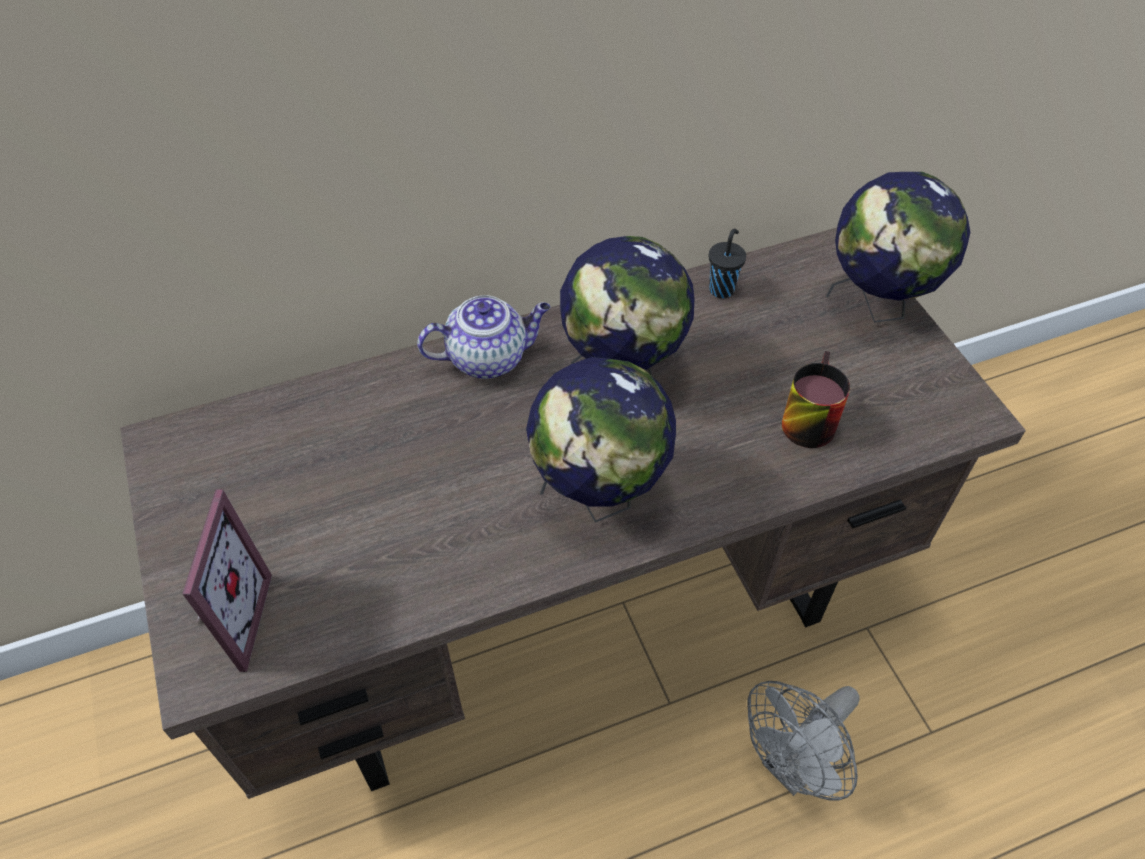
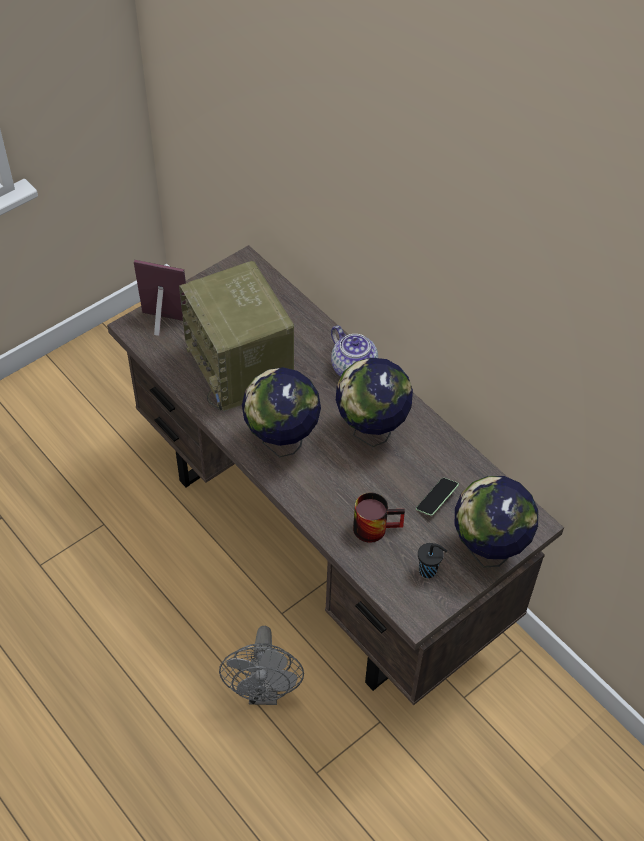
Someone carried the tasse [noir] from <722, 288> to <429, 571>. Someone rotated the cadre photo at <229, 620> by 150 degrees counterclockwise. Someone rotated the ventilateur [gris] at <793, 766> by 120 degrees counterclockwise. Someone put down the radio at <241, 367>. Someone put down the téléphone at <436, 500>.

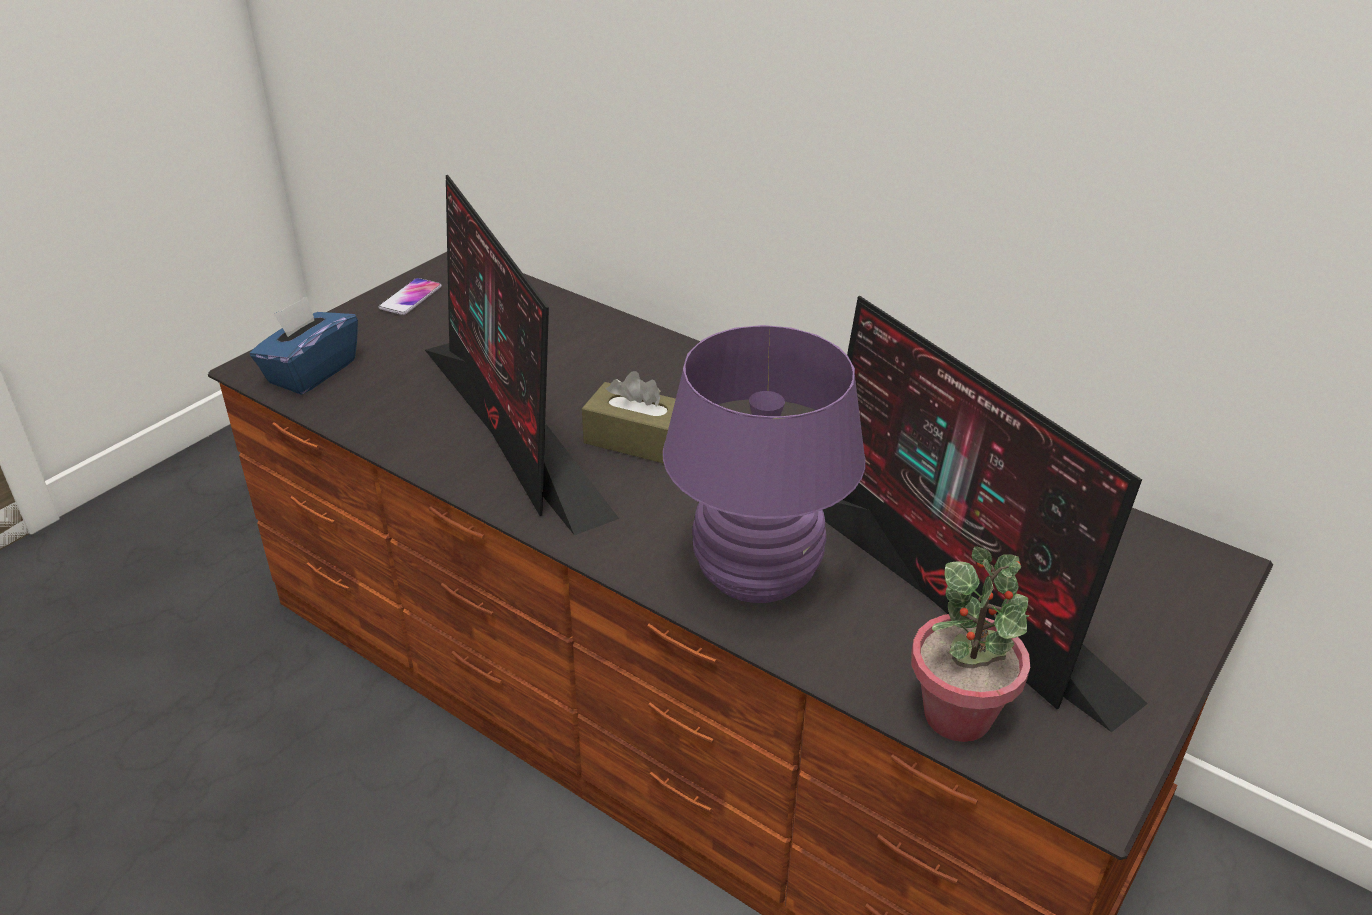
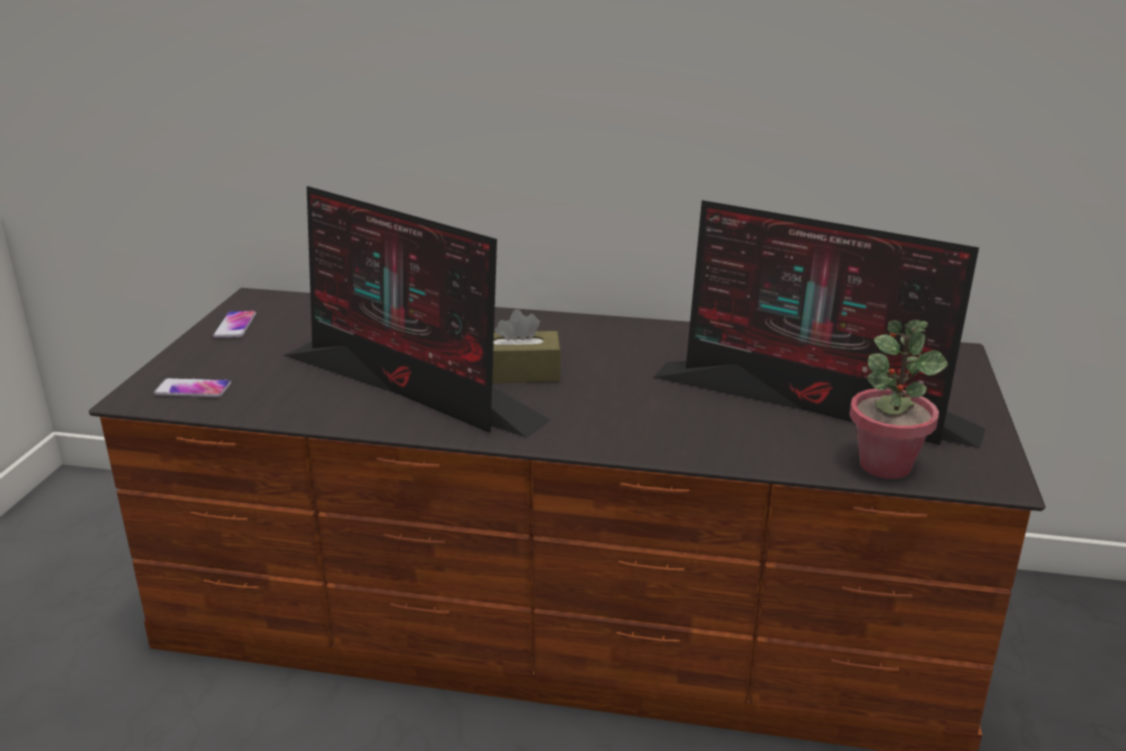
Someone swapped the boîte à mouchoirs [bleu] at <311, 372> for the téléphone at <193, 389>. Someone took away the lampe de table [violet] at <755, 578>.

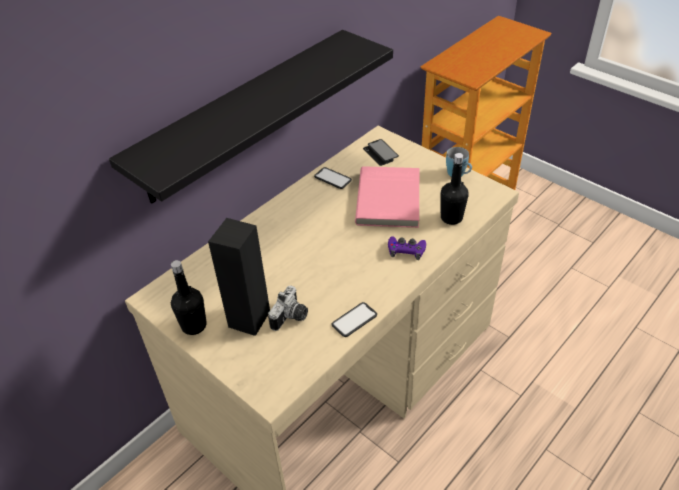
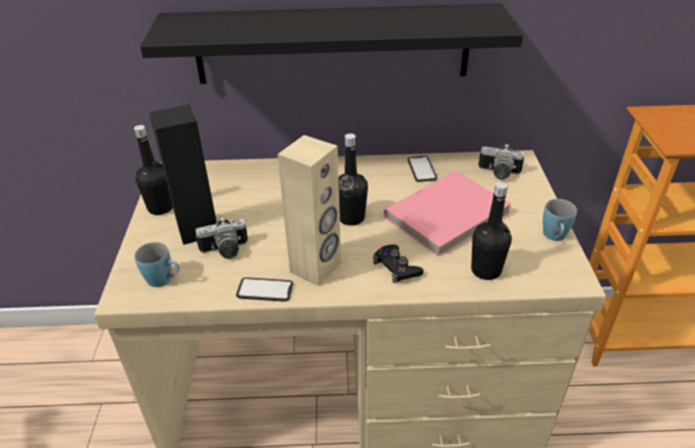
Someone swapped the téléphone at <380, 153> for the appareil photo at <498, 174>. Someone repainted the manette [violet] at <406, 250>, which became the manette [noir] at <396, 268>. Someone put down the bouteille [noir] at <351, 218>. Someone put down the enceinte [beige] at <316, 268>. Someone put down the mug [bleu] at <164, 280>.

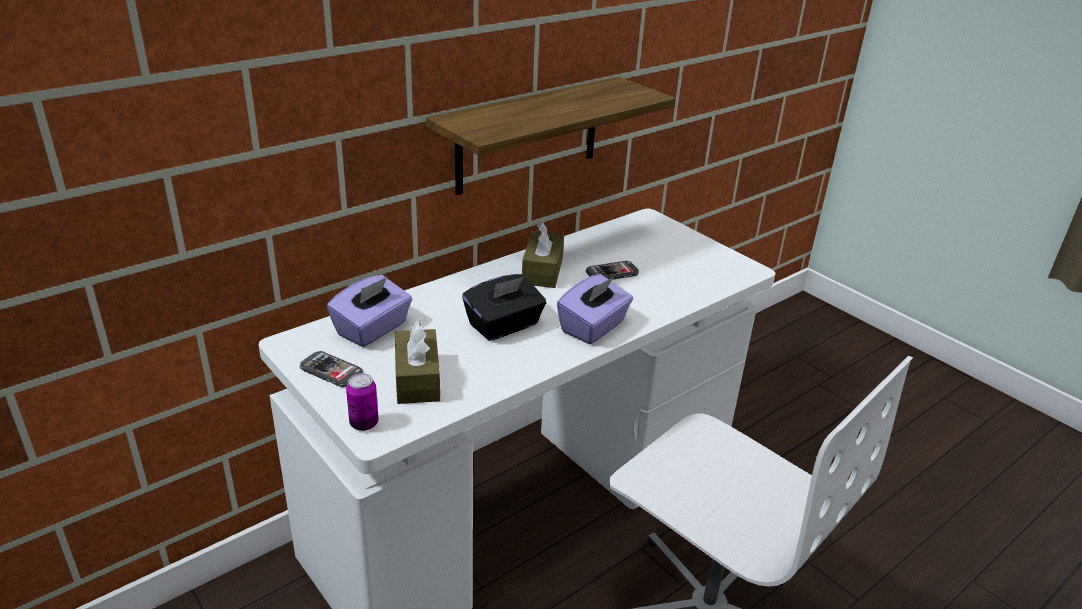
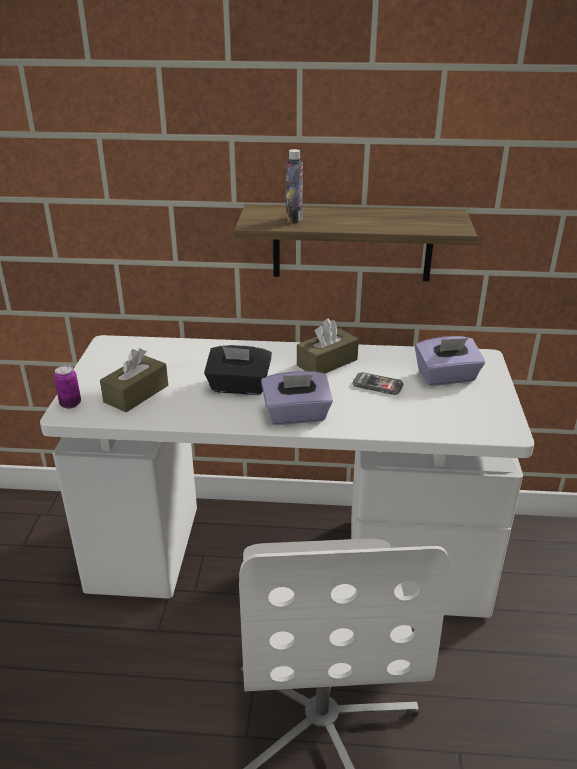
Someone carried the boîte à mouchoirs [violet] from <372, 329> to <446, 377>. Someone took away the téléphone at <331, 371>. Someone put down the bouteille at <294, 219>.

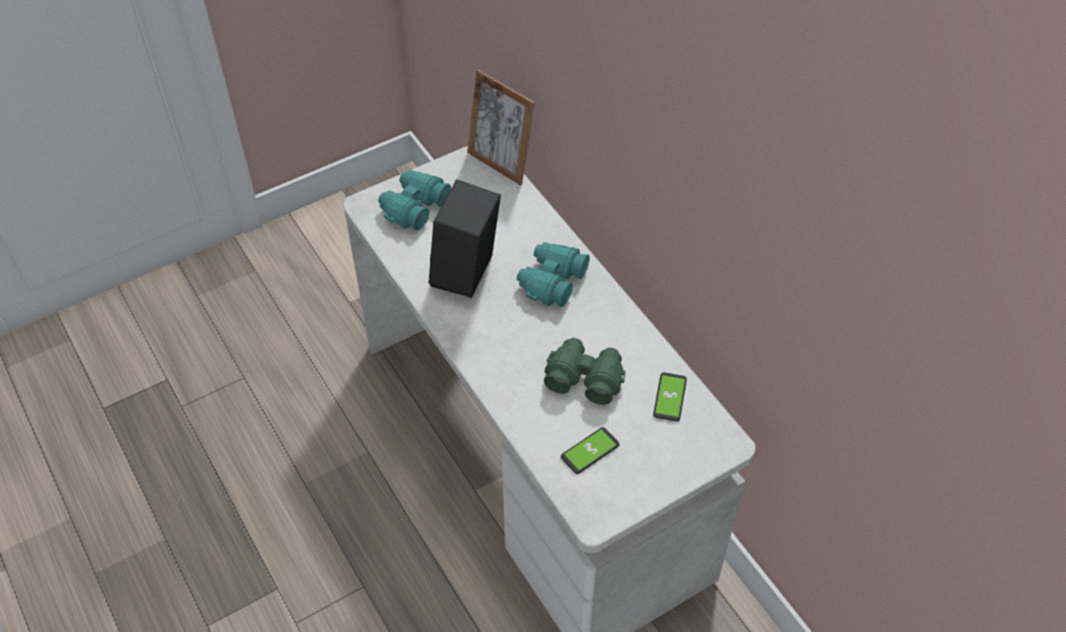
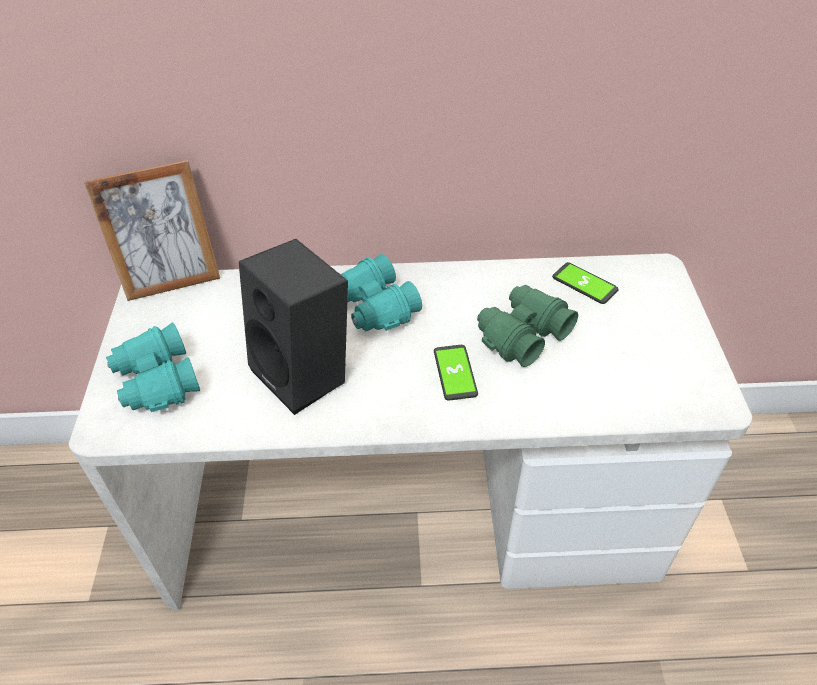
Someone carried the téléphone from <590, 451> to <455, 373>.

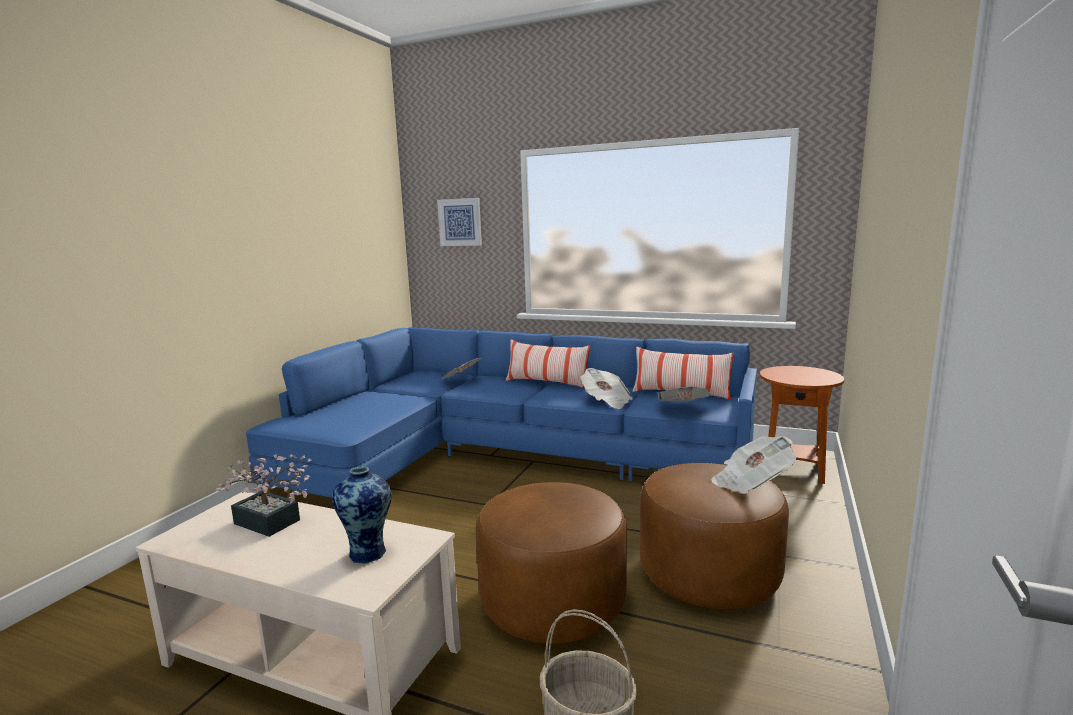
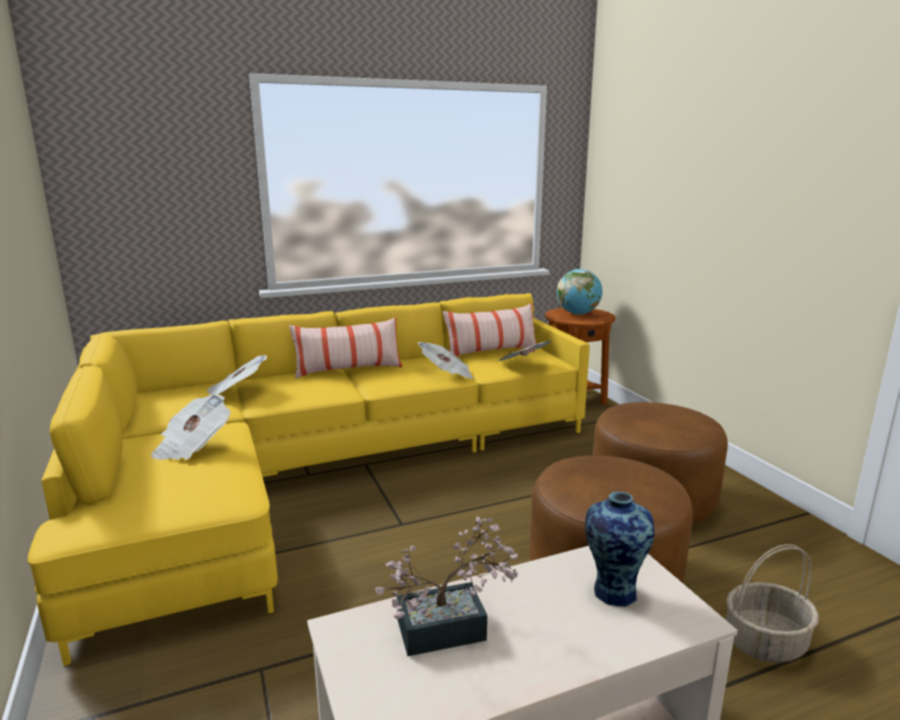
Someone took away the tableau at <460, 222>. Someone repainted the canapé [bleu] at <500, 455>, which became the canapé [jaune] at <320, 471>. Someone carried the journal from <751, 483> to <192, 447>. Someone put down the globe at <578, 314>.

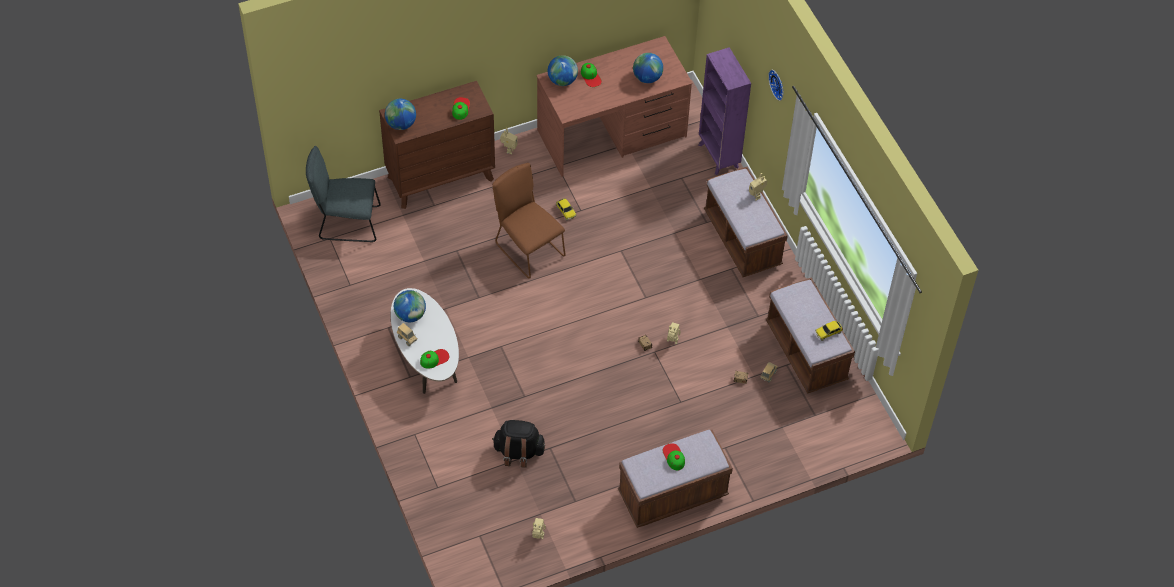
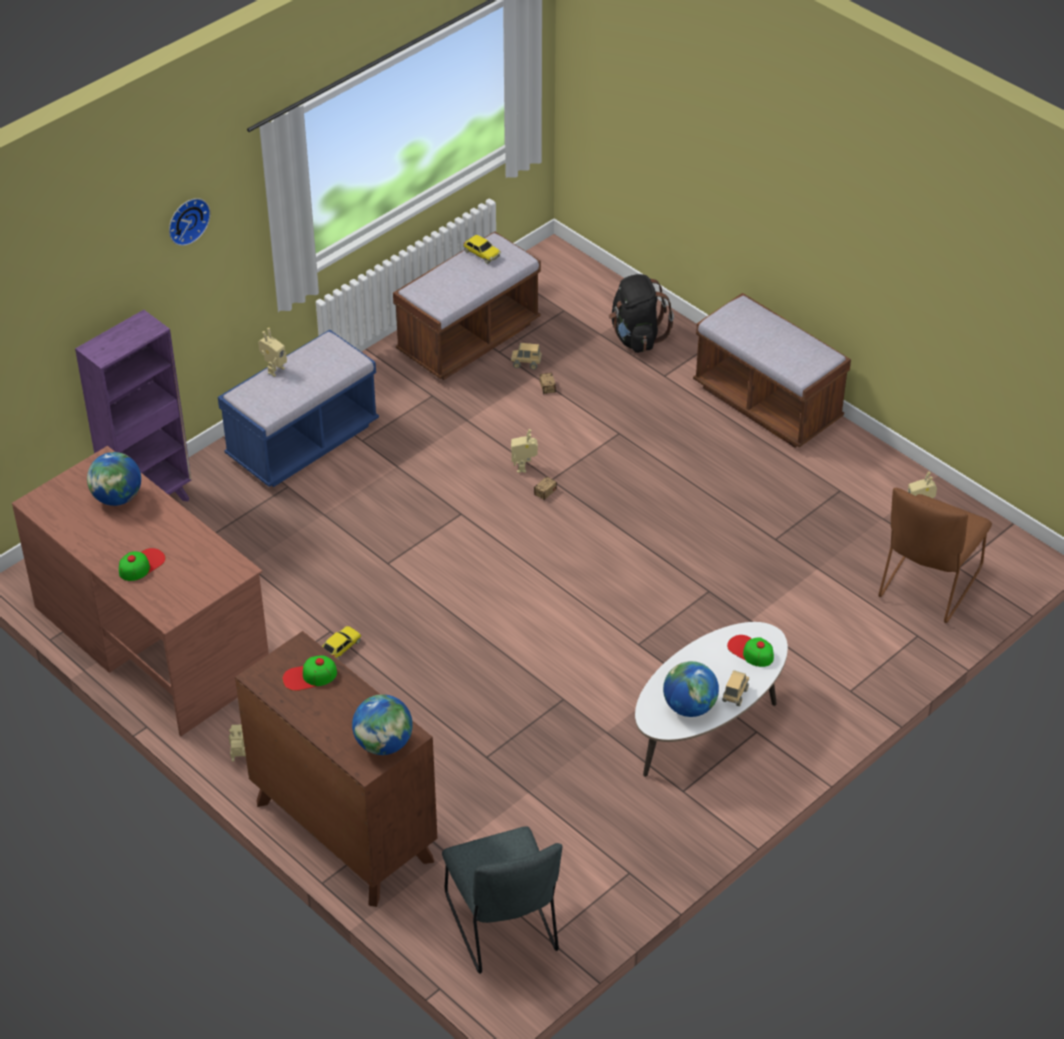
Someone took away the globe at <562, 80>. Someone carried the chaise [marron] from <527, 248> to <927, 586>. Someone repainted the banc [marron] at <742, 239>, which became the banc [bleu] at <303, 442>. Someone carried the sac à dos [noir] from <518, 452> to <636, 337>. Someone took away the casquette at <673, 457>.

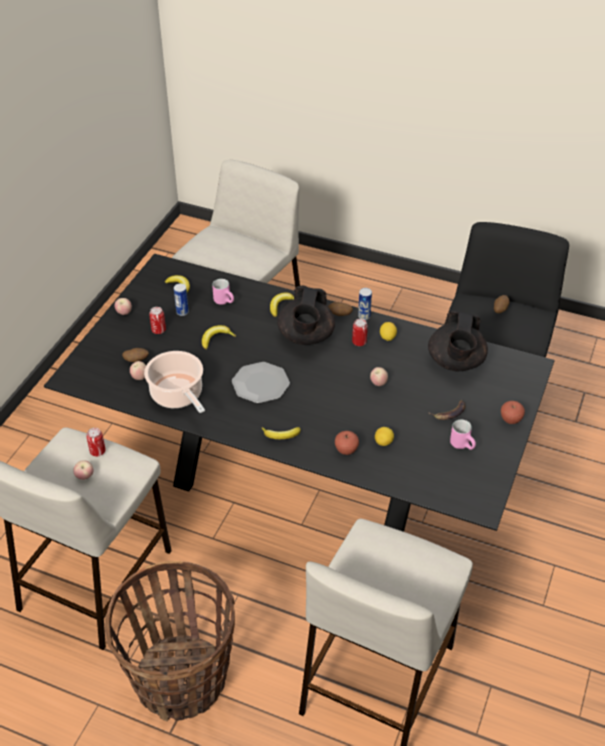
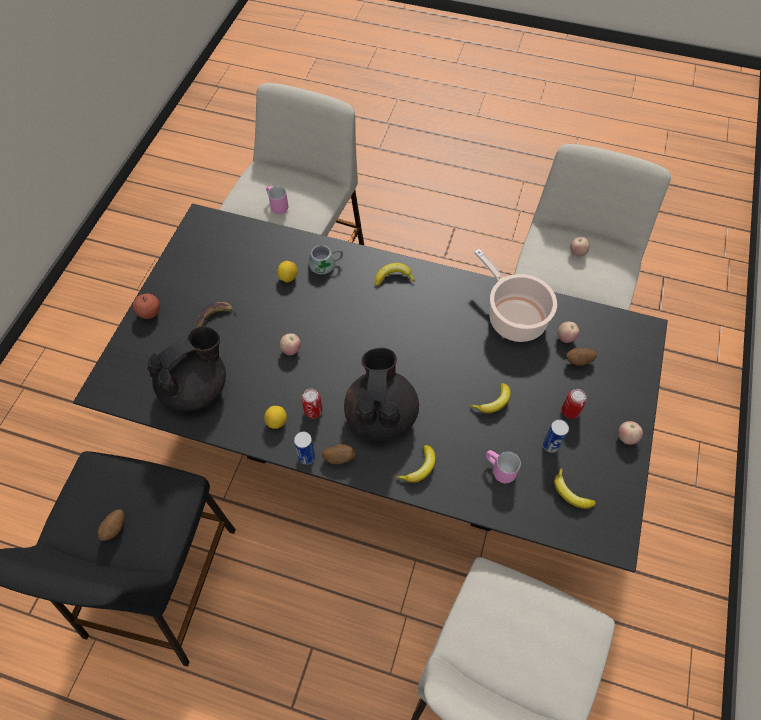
Someone rotated the théière [noir] at <455, 362> by 45 degrees clockwise. Someone took away the assiette at <260, 384>. Someone carried the mug [rose] from <463, 445> to <276, 206>. Someone took away the boîte métallique at <97, 451>. Someone swapped the pomme at <346, 450> for the mug [gris] at <326, 266>. Someone took away the panier at <181, 680>.

